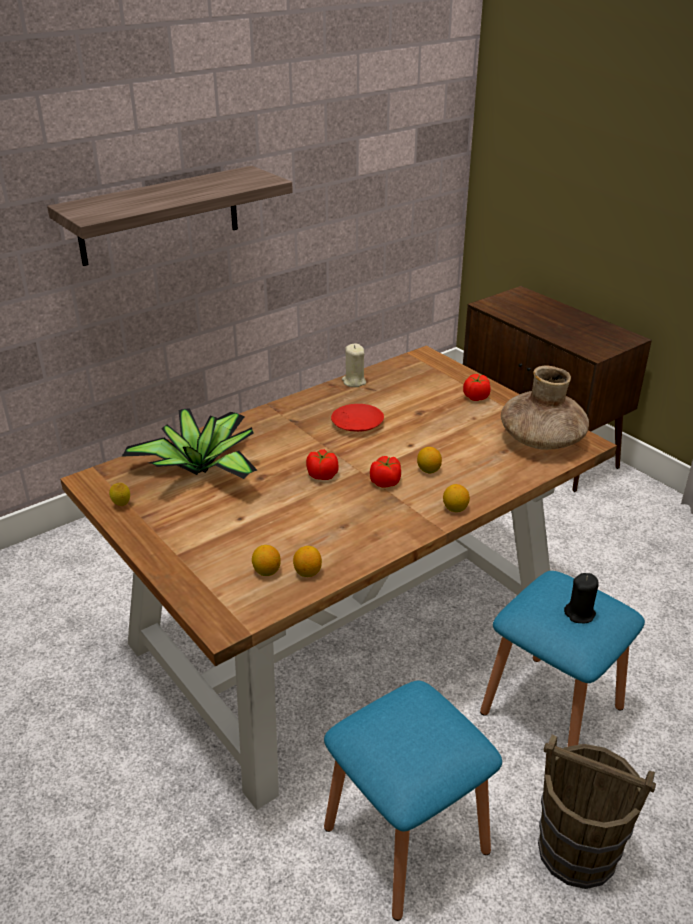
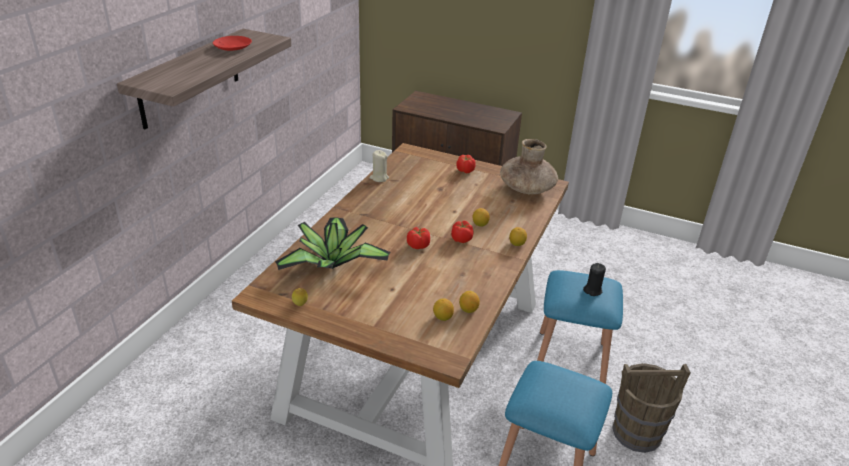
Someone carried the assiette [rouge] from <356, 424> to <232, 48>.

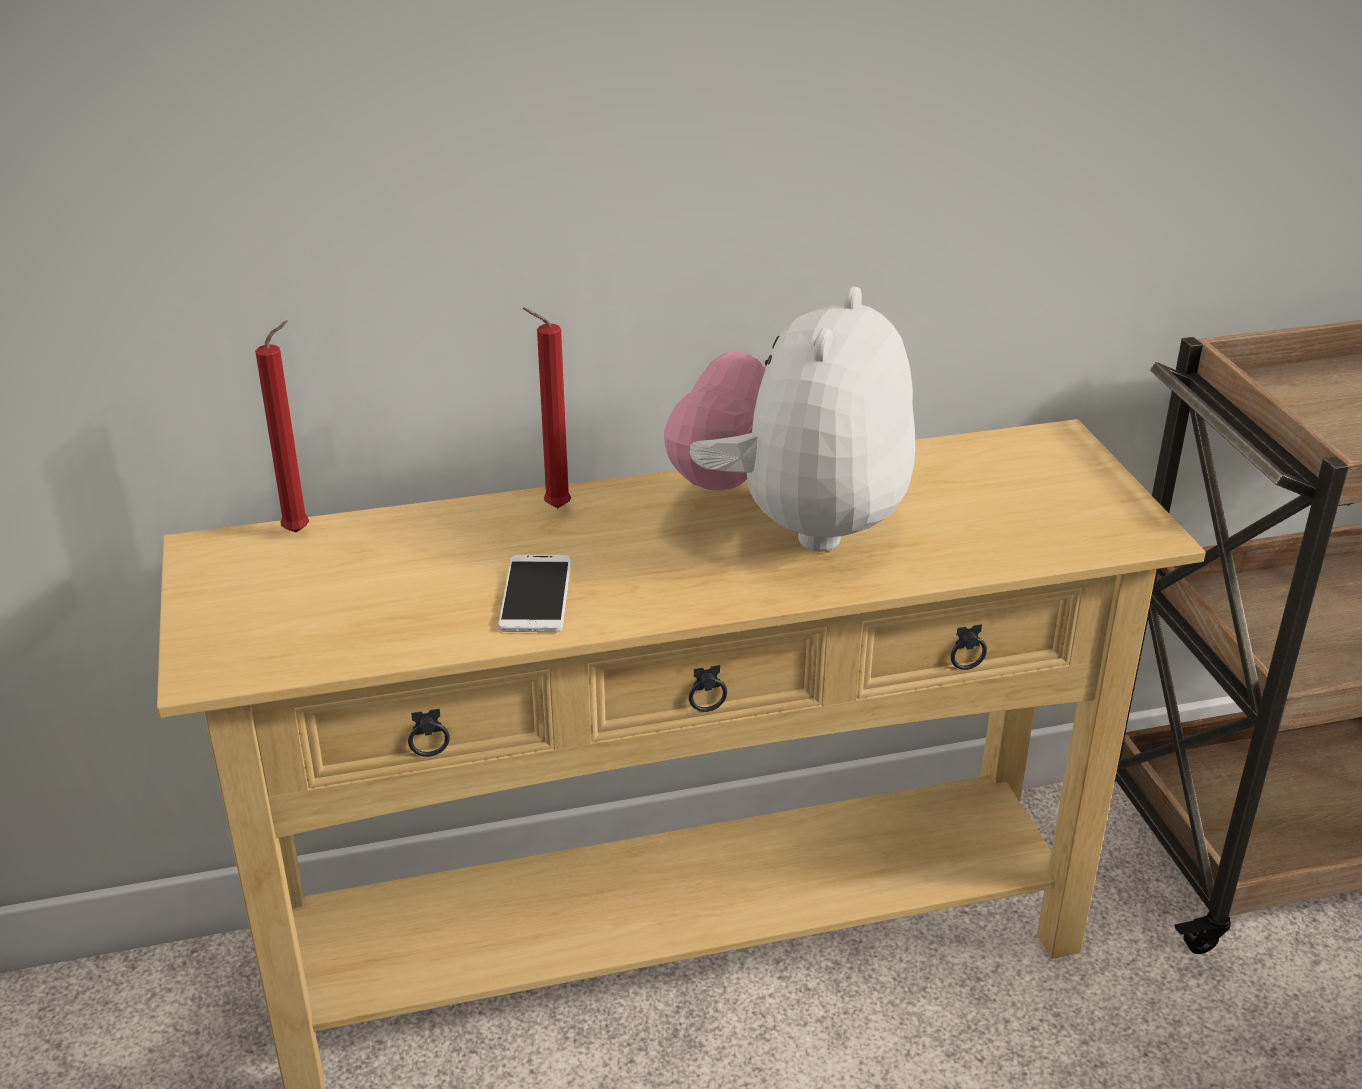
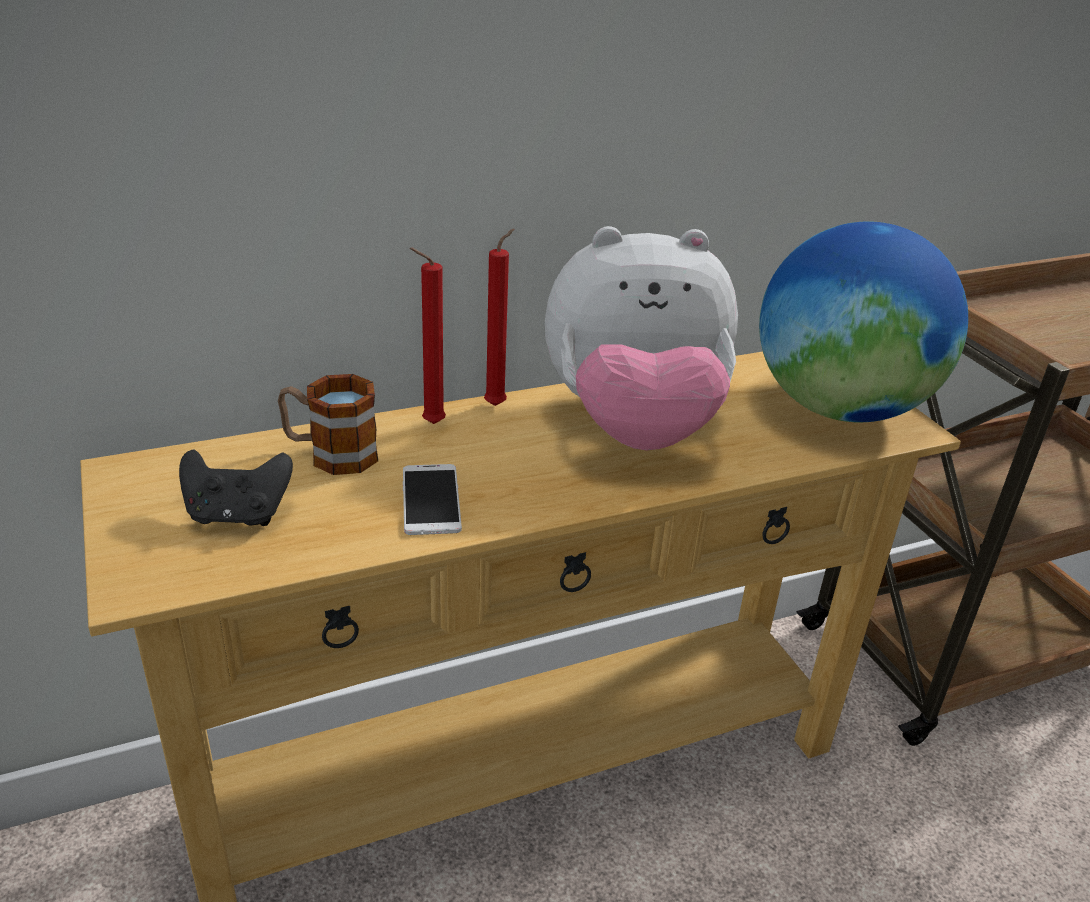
Someone rotated the peluche at <794, 521> by 105 degrees counterclockwise. Someone carried the bougie [rouge] from <301, 531> to <498, 404>. Someone put down the globe at <839, 409>. Someone put down the mug at <330, 454>. Someone put down the manette [noir] at <238, 515>.

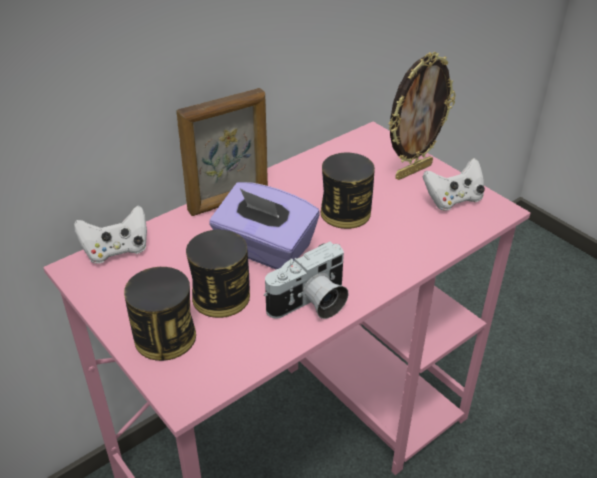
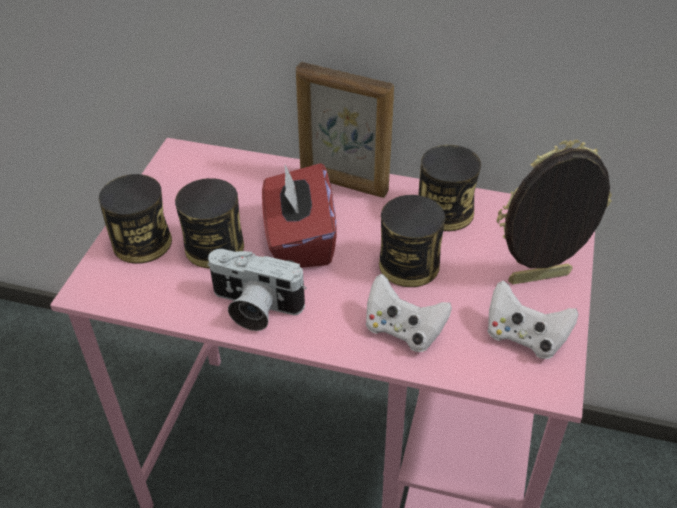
Someone rotated the cadre photo at <412, 171> by 150 degrees clockwise. Someone repainted the boîte à mouchoirs [violet] at <264, 249>, which became the boîte à mouchoirs [rouge] at <299, 240>. Someone carried the manette [blanc] from <117, 250> to <403, 330>. Someone put down the boîte métallique at <445, 211>.

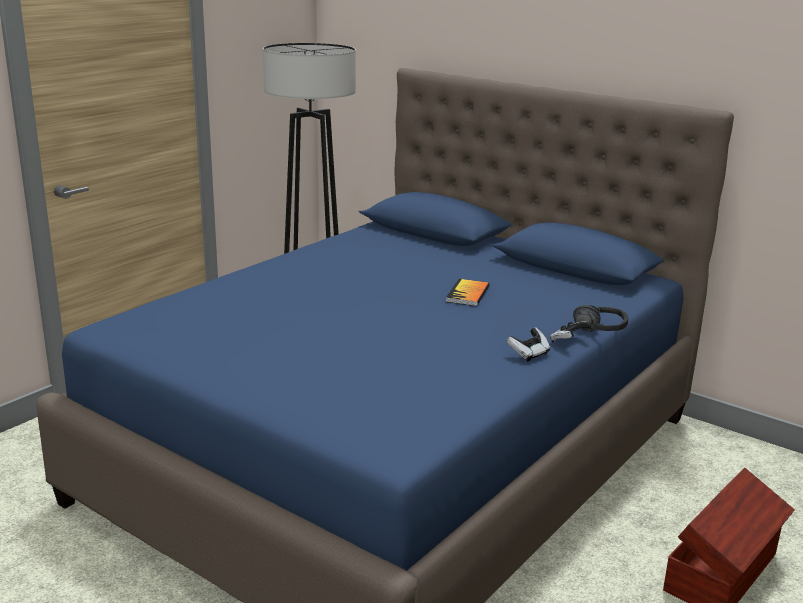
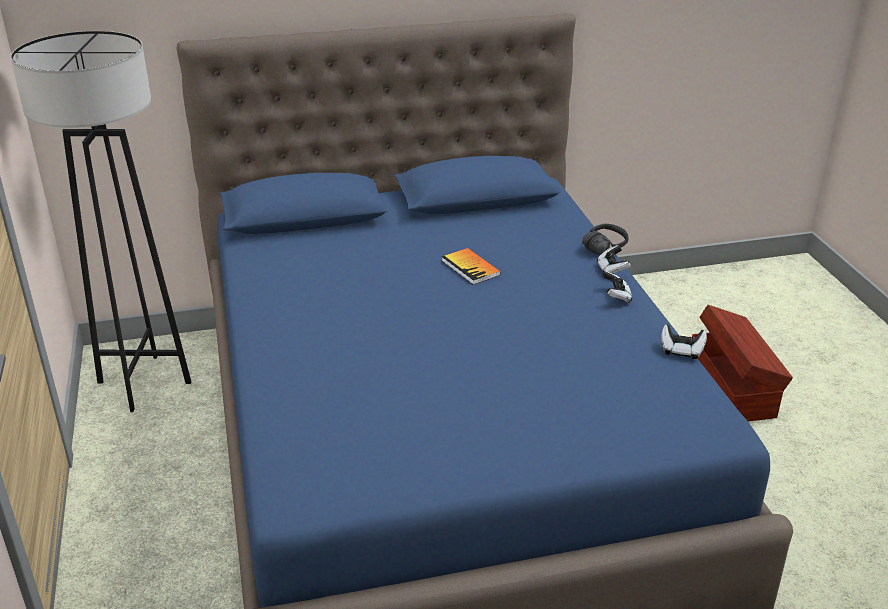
Someone put down the manette at <681, 350>.

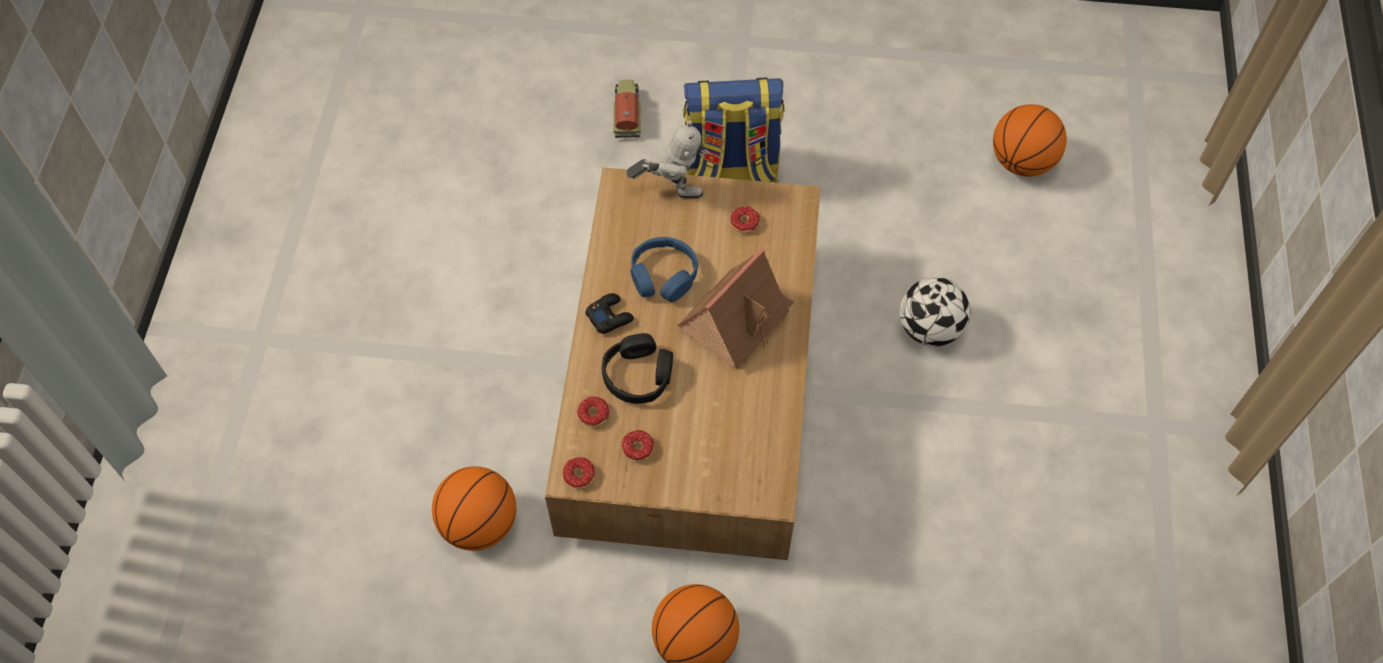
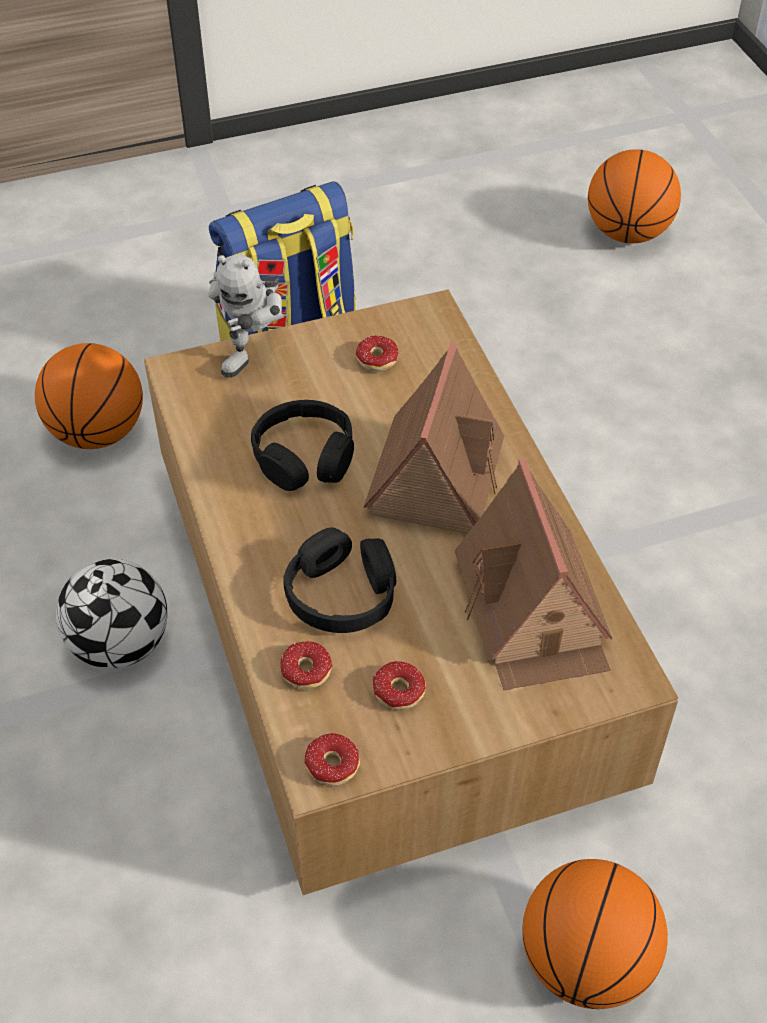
Someone took away the camion jouet at <627, 114>. Someone rotated the robot jouet at <671, 189> by 135 degrees clockwise. Someone repainted the casque audio [bleu] at <663, 275>, which became the casque audio [noir] at <304, 457>. Someone carried the ballon de foot from <929, 329> to <119, 645>. Someone took away the manette [noir] at <609, 316>. Someone carried the ballon de basket from <479, 524> to <97, 432>. Someone put down the maison miniature at <533, 611>.

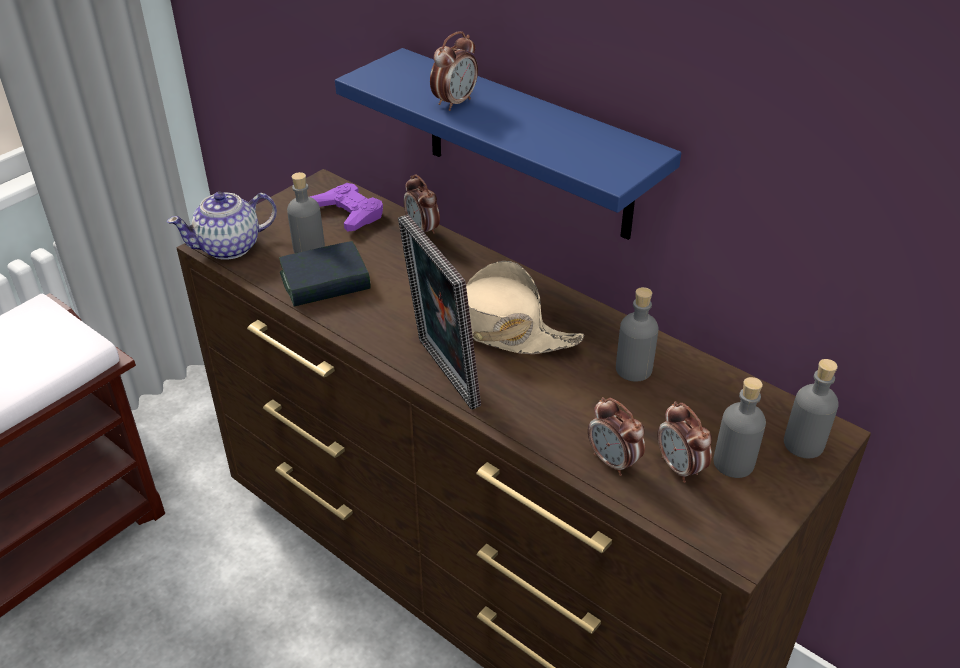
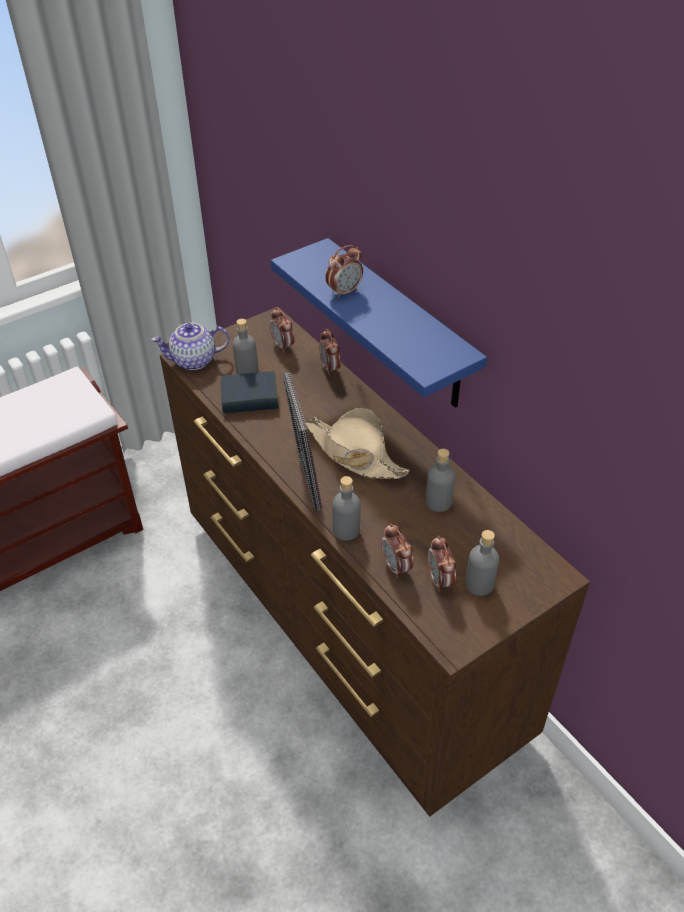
Someone swapped the manette [violet] at <348, 213> for the réveil at <283, 346>. Someone carried the bouteille [gris] from <803, 444> to <346, 530>.

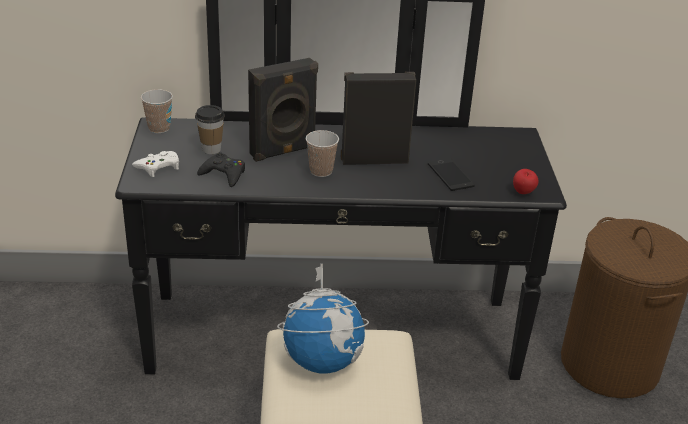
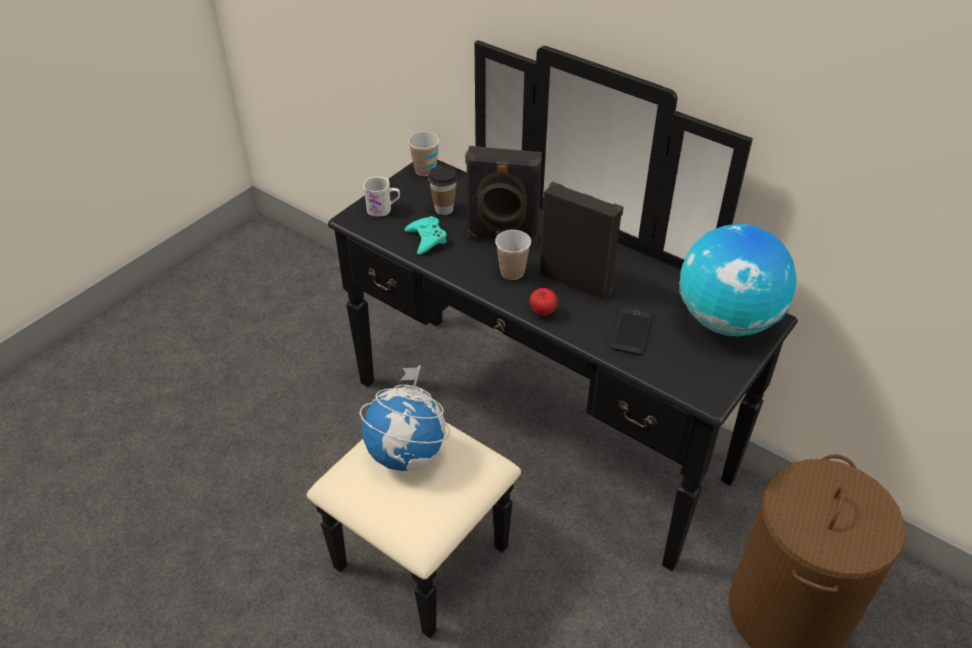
Someone swapped the manette [blanc] at <158, 167> for the mug [blanc] at <383, 209>. Someone repainted the manette [noir] at <224, 174>, which became the manette [turquoise] at <426, 239>. Someone carried the pomme from <523, 193> to <542, 313>. Someone put down the globe at <726, 321>.

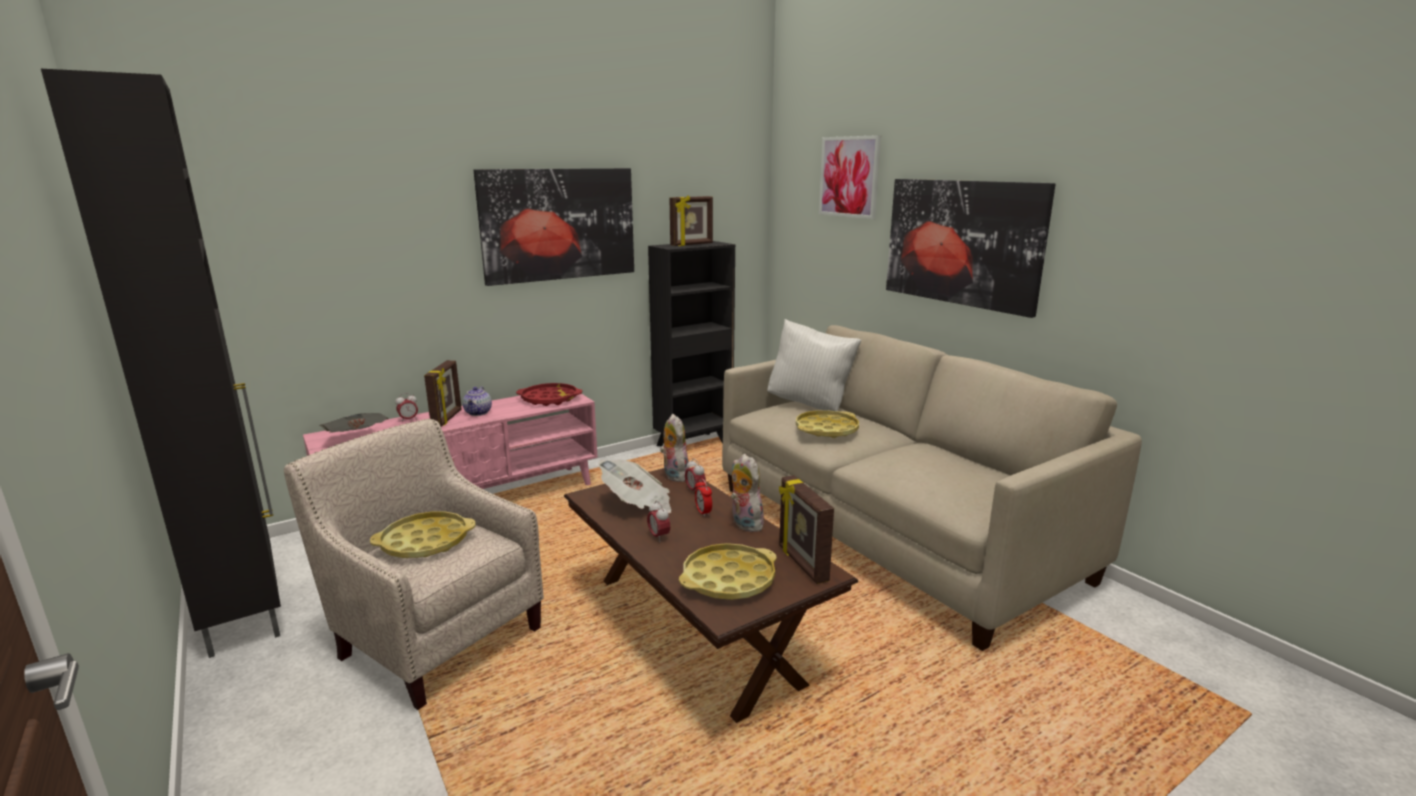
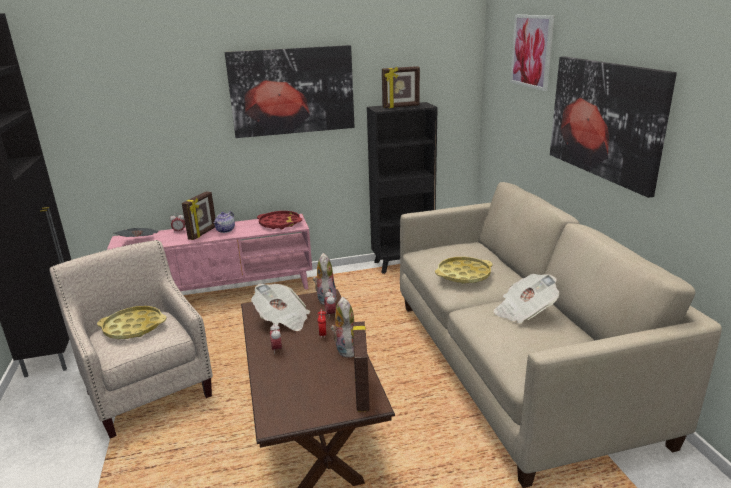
Someone took away the coussin [blanc] at <810, 404>. Someone took away the plateau [jaune] at <728, 579>. Someone put down the journal at <524, 312>.

